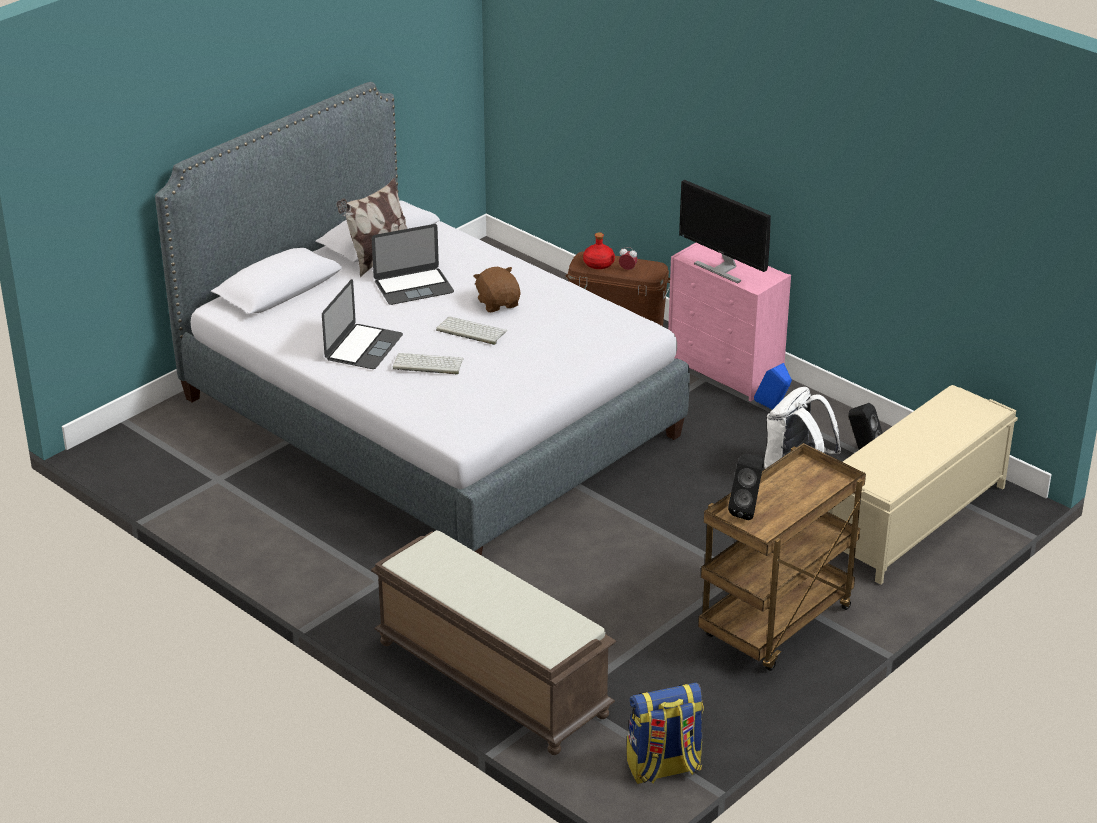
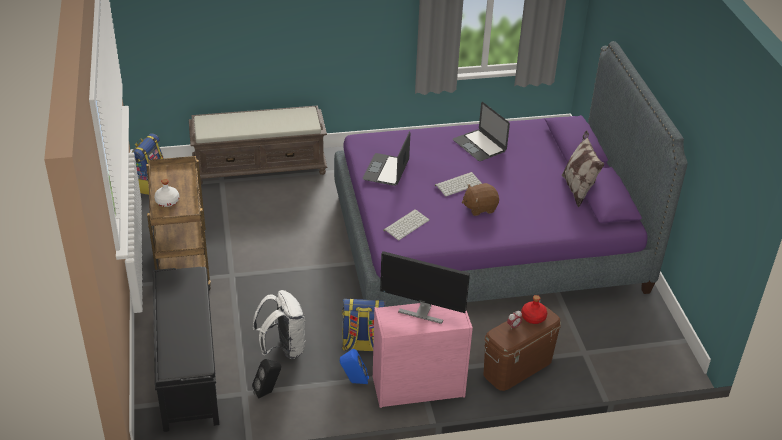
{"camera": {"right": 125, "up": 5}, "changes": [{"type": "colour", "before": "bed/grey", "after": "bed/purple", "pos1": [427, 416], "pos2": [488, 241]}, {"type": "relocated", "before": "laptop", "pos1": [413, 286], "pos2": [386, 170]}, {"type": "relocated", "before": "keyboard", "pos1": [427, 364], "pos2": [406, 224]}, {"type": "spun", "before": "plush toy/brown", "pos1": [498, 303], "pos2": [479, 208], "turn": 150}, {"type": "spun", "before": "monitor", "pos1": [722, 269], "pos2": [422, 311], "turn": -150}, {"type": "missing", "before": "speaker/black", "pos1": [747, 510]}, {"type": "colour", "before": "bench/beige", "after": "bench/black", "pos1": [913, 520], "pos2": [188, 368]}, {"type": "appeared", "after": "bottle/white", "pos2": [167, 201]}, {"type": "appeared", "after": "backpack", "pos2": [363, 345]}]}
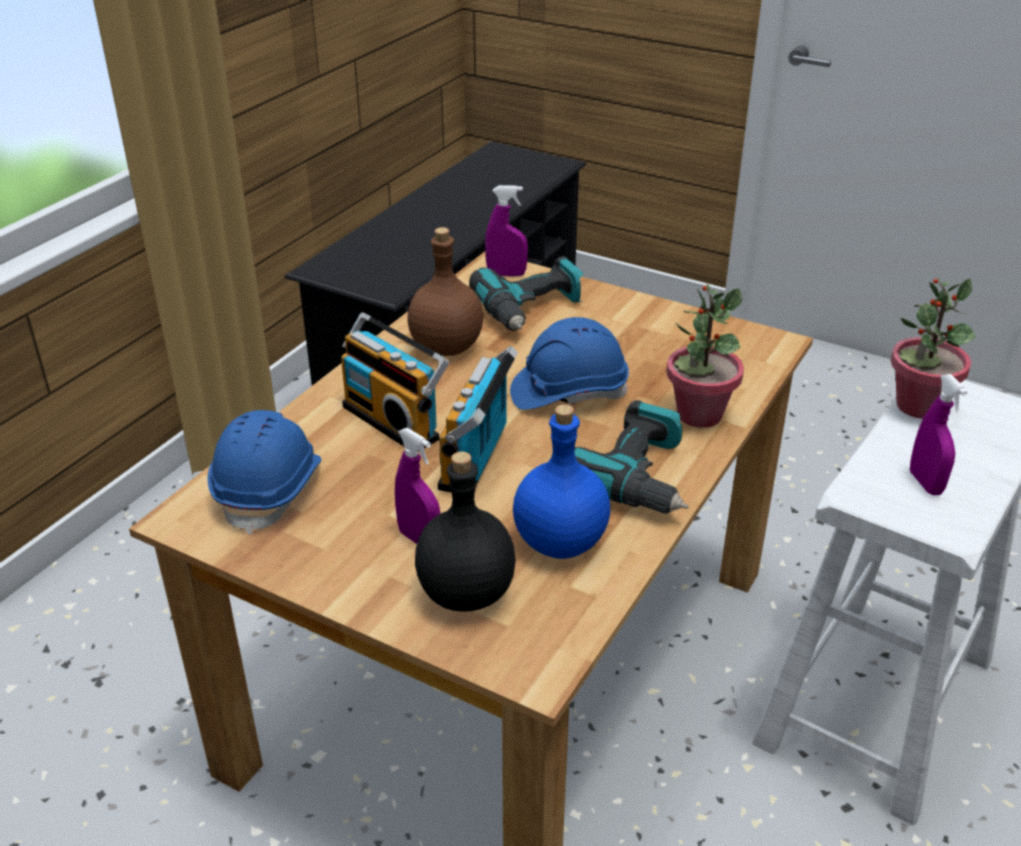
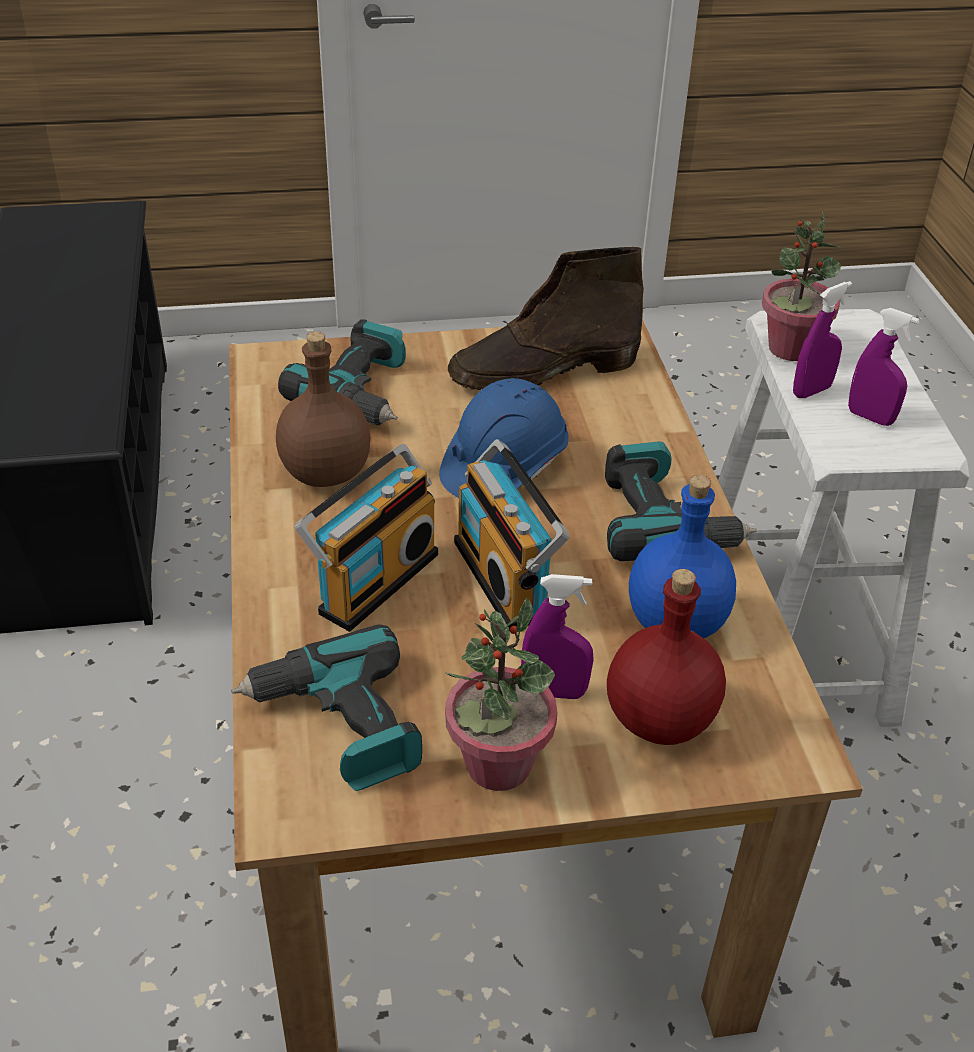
{"camera": {"right": -40, "up": 5}, "changes": [{"type": "exchanged", "before": "hard hat/blue", "after": "power drill", "pos1": [270, 490], "pos2": [340, 726]}, {"type": "spun", "before": "radio", "pos1": [395, 421], "pos2": [374, 580], "turn": -60}, {"type": "colour", "before": "bottle/black", "after": "bottle/red", "pos1": [464, 593], "pos2": [658, 720]}, {"type": "relocated", "before": "spray bottle/purple", "pos1": [506, 274], "pos2": [811, 391]}, {"type": "relocated", "before": "potted plant", "pos1": [698, 414], "pos2": [497, 765]}, {"type": "appeared", "after": "boot/brown", "pos2": [542, 371]}]}
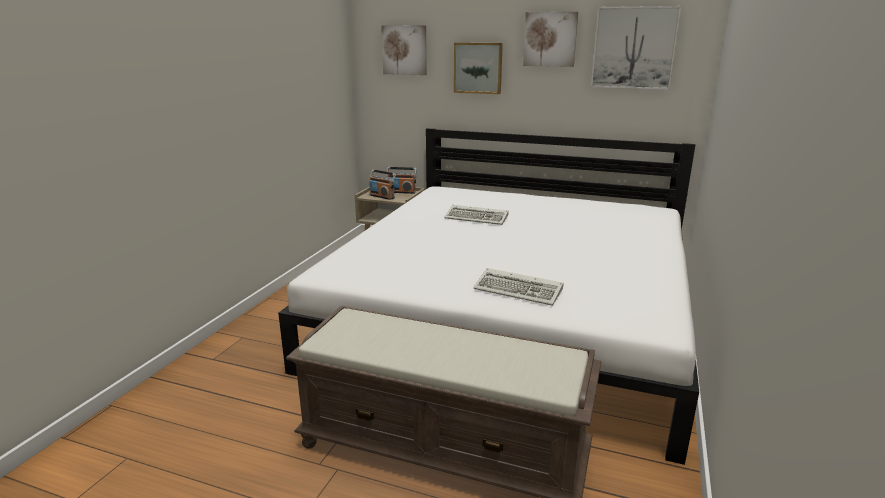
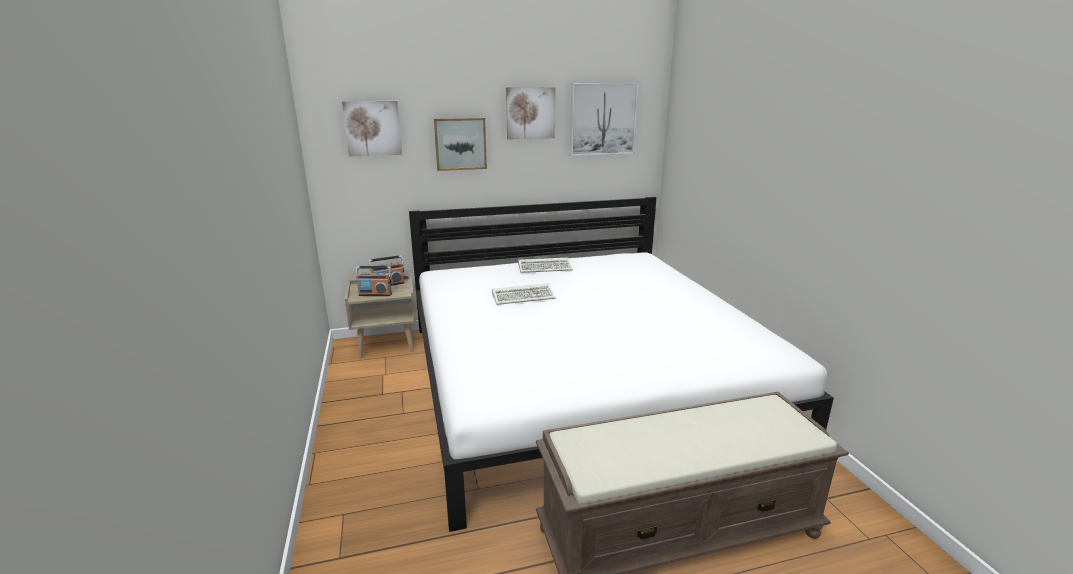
{"camera": {"right": -35, "up": 0}, "changes": [{"type": "relocated", "before": "keyboard", "pos1": [520, 290], "pos2": [546, 267]}]}
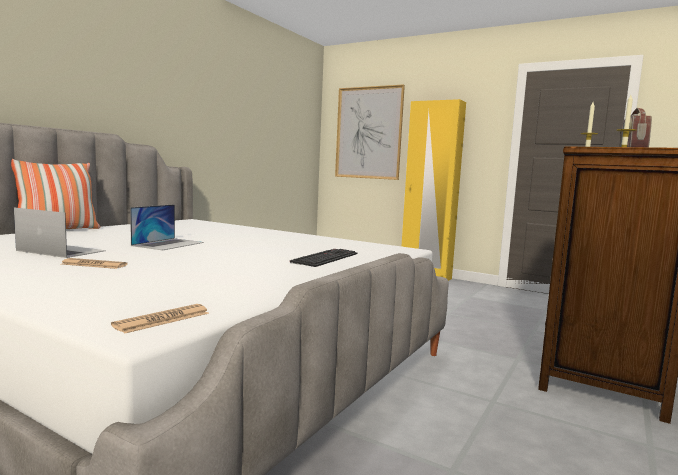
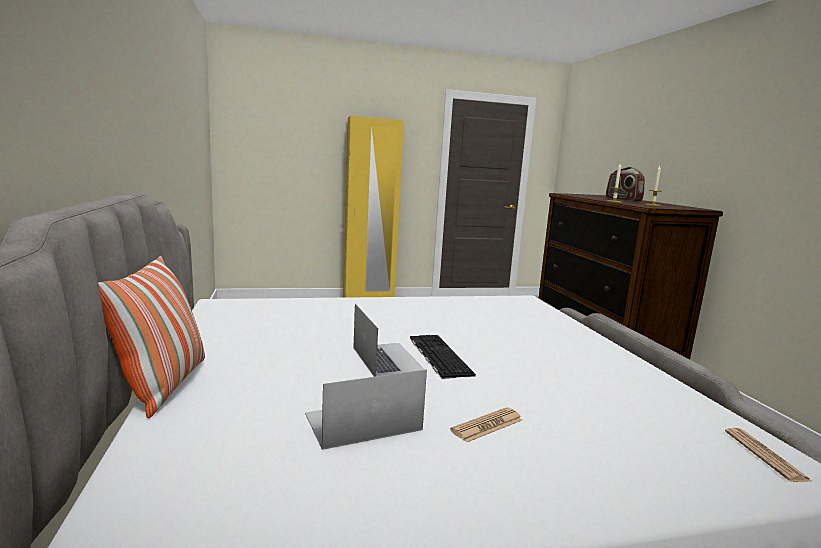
{"camera": {"right": -45, "up": 5}, "changes": [{"type": "relocated", "before": "keyboard", "pos1": [325, 258], "pos2": [437, 355]}, {"type": "missing", "before": "picture", "pos1": [368, 133]}]}
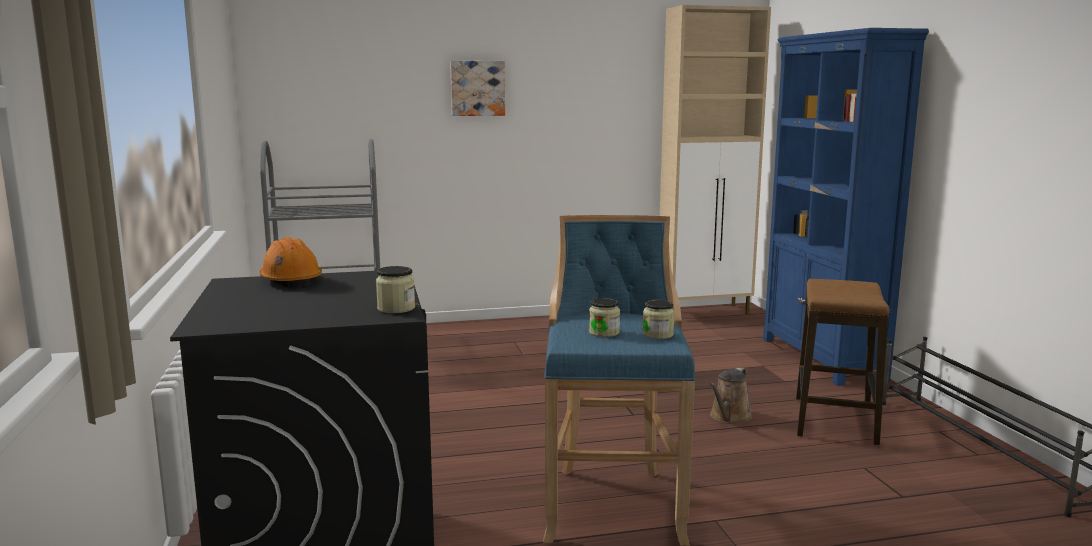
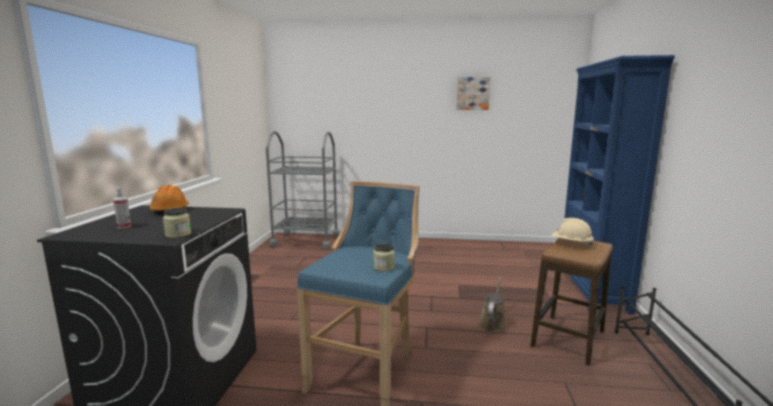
{"camera": {"right": 20, "up": 0}, "changes": [{"type": "relocated", "before": "picture", "pos1": [477, 88], "pos2": [472, 93]}, {"type": "missing", "before": "jar", "pos1": [604, 332]}, {"type": "missing", "before": "cabinet/beige", "pos1": [705, 312]}, {"type": "spun", "before": "watering can/brown", "pos1": [729, 417], "pos2": [492, 323], "turn": 150}, {"type": "appeared", "after": "spray bottle", "pos2": [124, 226]}, {"type": "appeared", "after": "hard hat/beige", "pos2": [571, 243]}]}
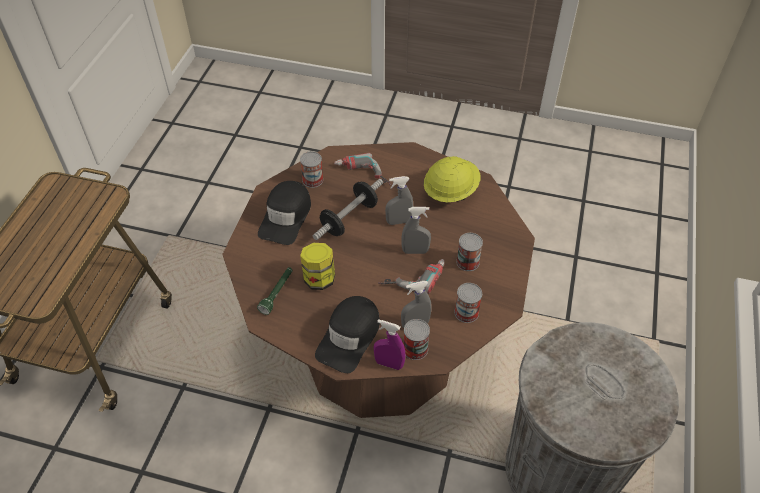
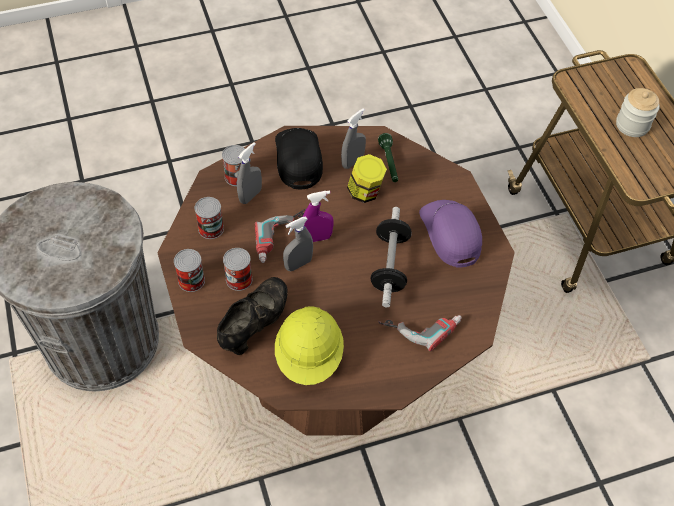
{"camera": {"right": 145, "up": 5}, "changes": [{"type": "colour", "before": "cap/black", "after": "cap/purple", "pos1": [286, 217], "pos2": [450, 234]}, {"type": "relocated", "before": "can", "pos1": [312, 180], "pos2": [191, 280]}, {"type": "relocated", "before": "spray bottle/purple", "pos1": [389, 364], "pos2": [317, 238]}, {"type": "relocated", "before": "spray bottle/grey", "pos1": [398, 221], "pos2": [352, 161]}, {"type": "appeared", "after": "shoe/black", "pos2": [254, 324]}, {"type": "appeared", "after": "jar", "pos2": [632, 125]}]}
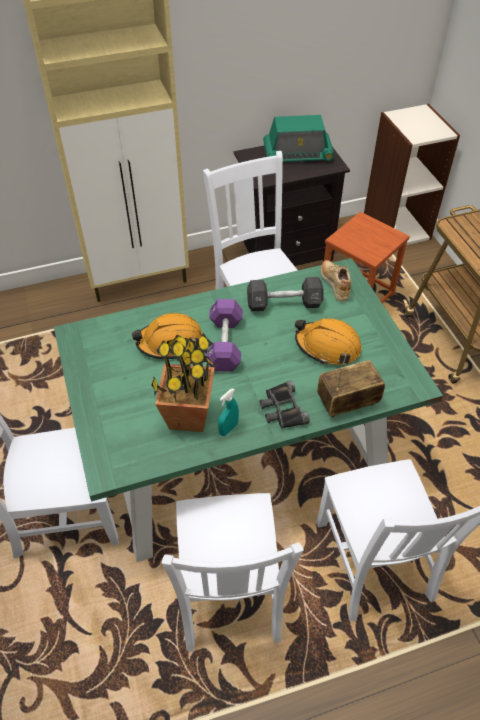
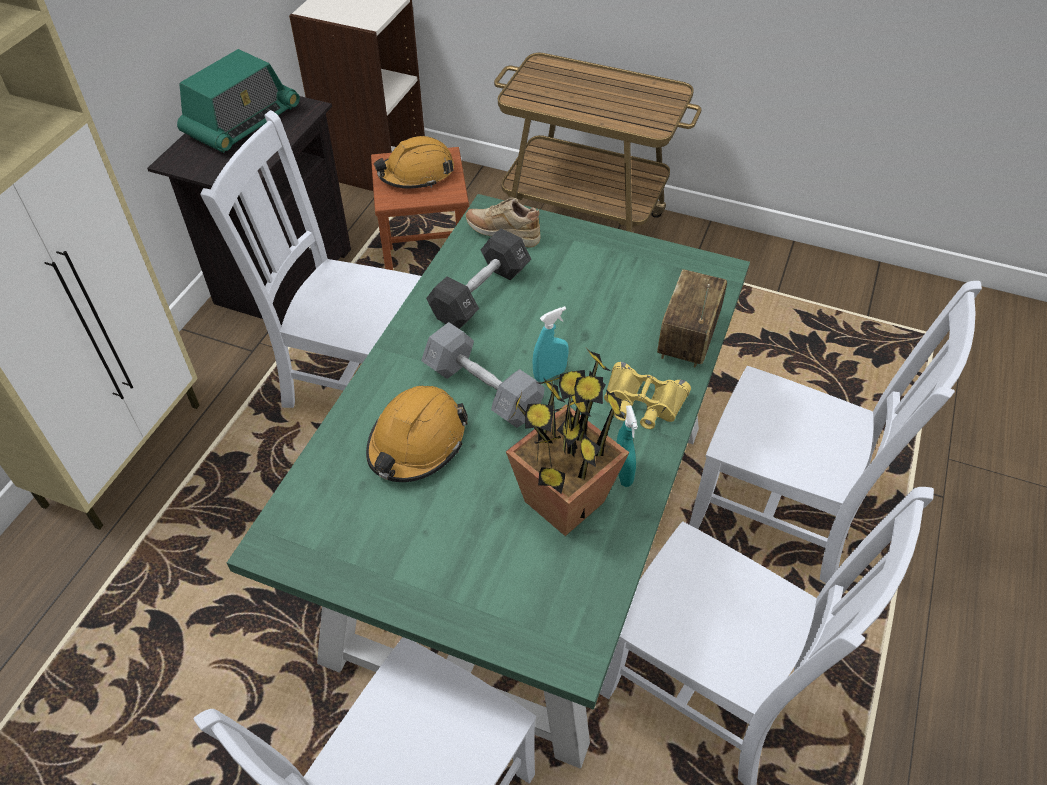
{"camera": {"right": -50, "up": 0}, "changes": [{"type": "colour", "before": "dumbbell/purple", "after": "dumbbell/grey", "pos1": [225, 344], "pos2": [483, 389]}, {"type": "colour", "before": "binoculars/black", "after": "binoculars/yellow", "pos1": [282, 409], "pos2": [642, 402]}, {"type": "relocated", "before": "hard hat/orange", "pos1": [327, 347], "pos2": [416, 174]}, {"type": "appeared", "after": "spray bottle/turquoise", "pos2": [550, 374]}]}
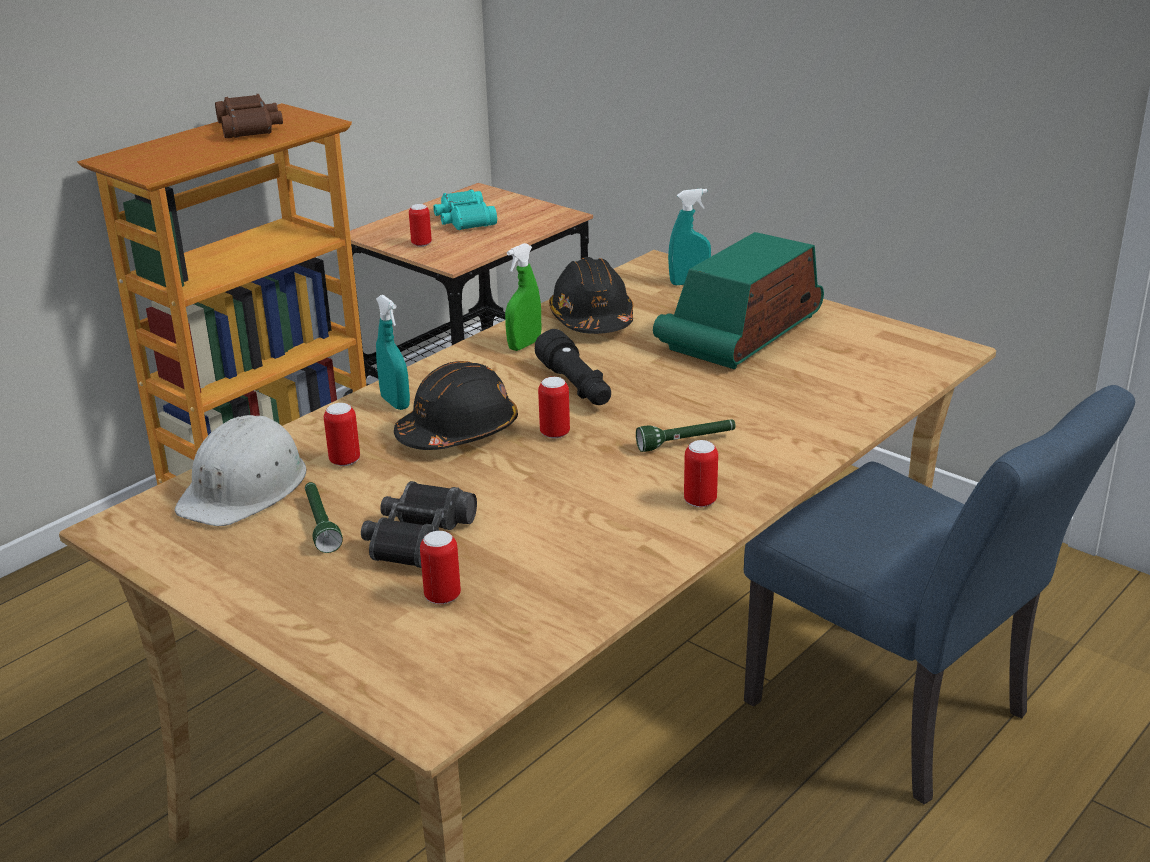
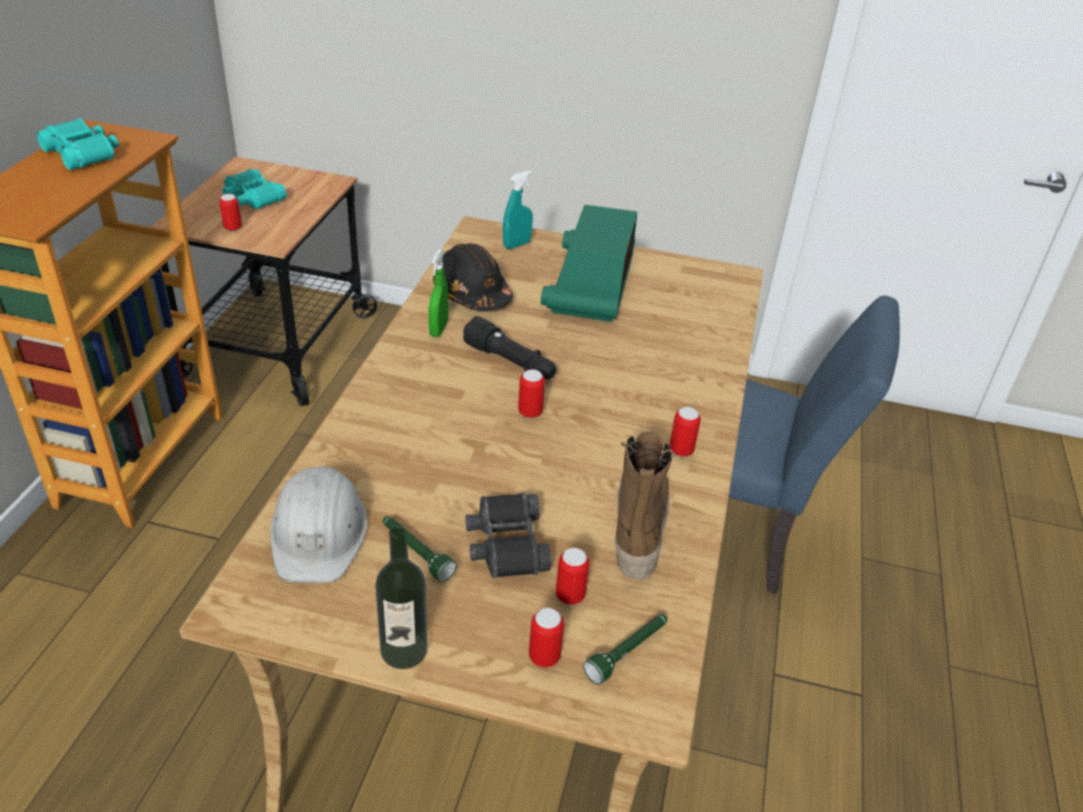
{"camera": {"right": -30, "up": 10}, "changes": [{"type": "colour", "before": "binoculars/brown", "after": "binoculars/turquoise", "pos1": [250, 128], "pos2": [83, 153]}, {"type": "relocated", "before": "can", "pos1": [345, 461], "pos2": [544, 657]}, {"type": "missing", "before": "spray bottle/turquoise", "pos1": [395, 403]}, {"type": "missing", "before": "hard hat/black", "pos1": [458, 432]}, {"type": "relocated", "before": "flashlight/green", "pos1": [686, 443], "pos2": [627, 652]}, {"type": "appeared", "after": "bottle", "pos2": [404, 650]}, {"type": "appeared", "after": "boot", "pos2": [637, 527]}]}
